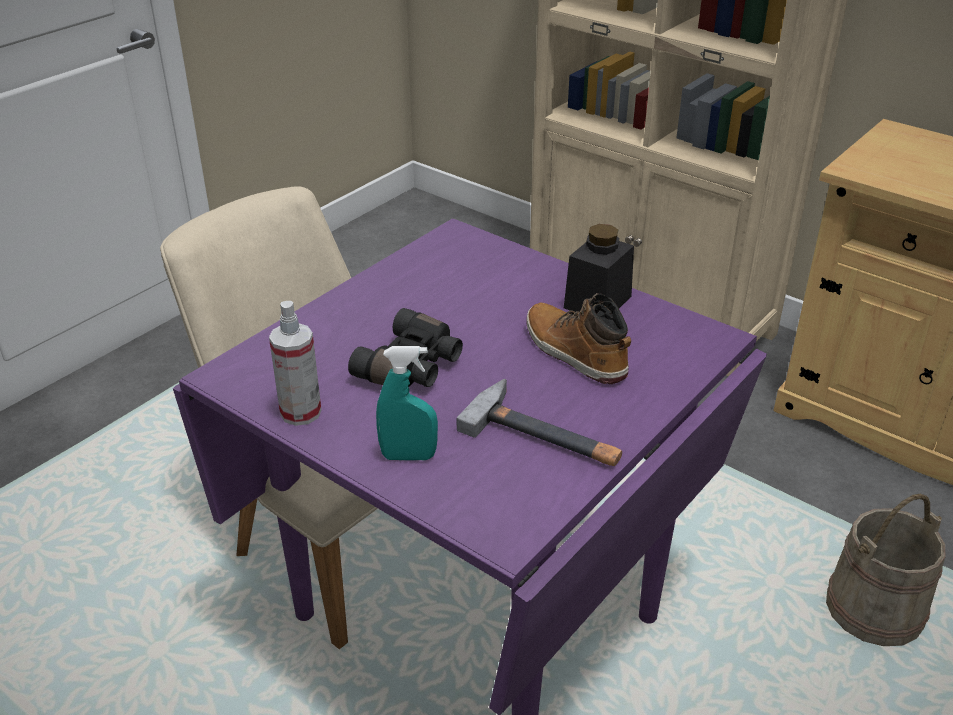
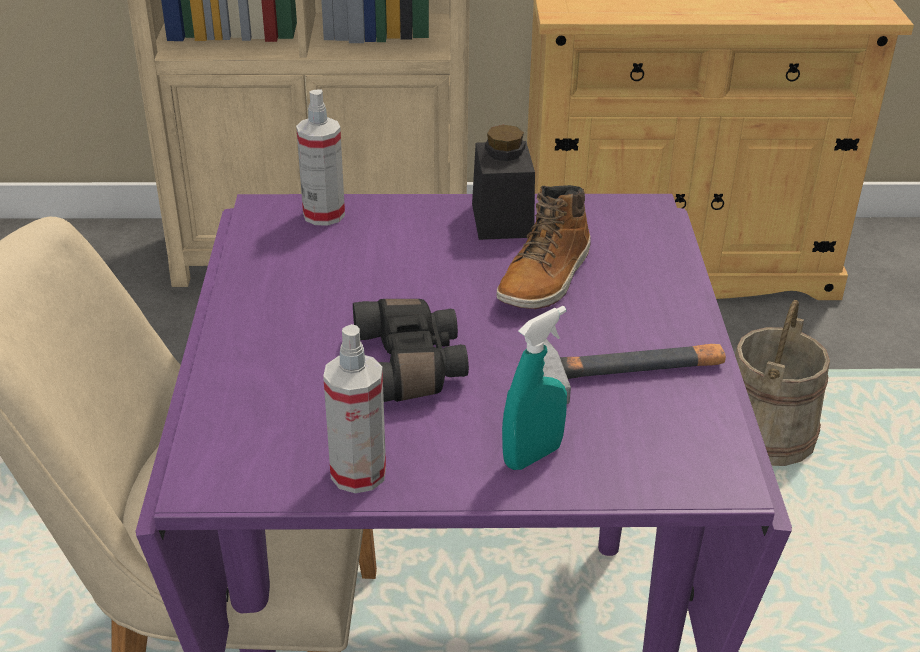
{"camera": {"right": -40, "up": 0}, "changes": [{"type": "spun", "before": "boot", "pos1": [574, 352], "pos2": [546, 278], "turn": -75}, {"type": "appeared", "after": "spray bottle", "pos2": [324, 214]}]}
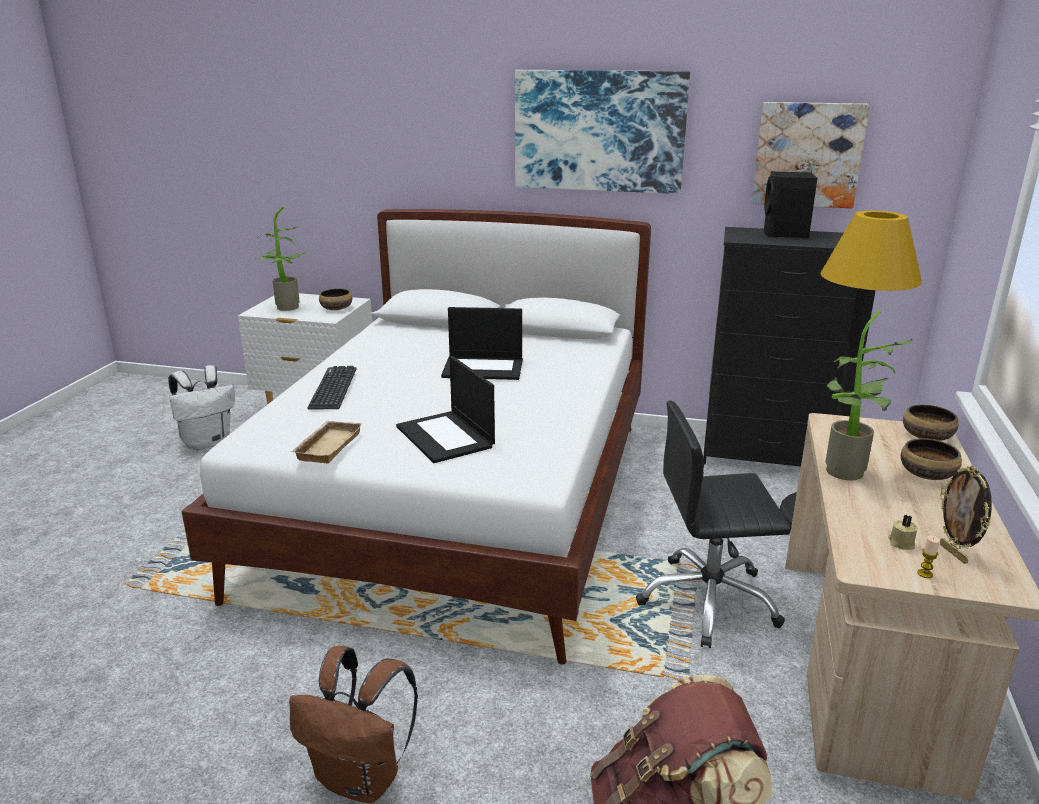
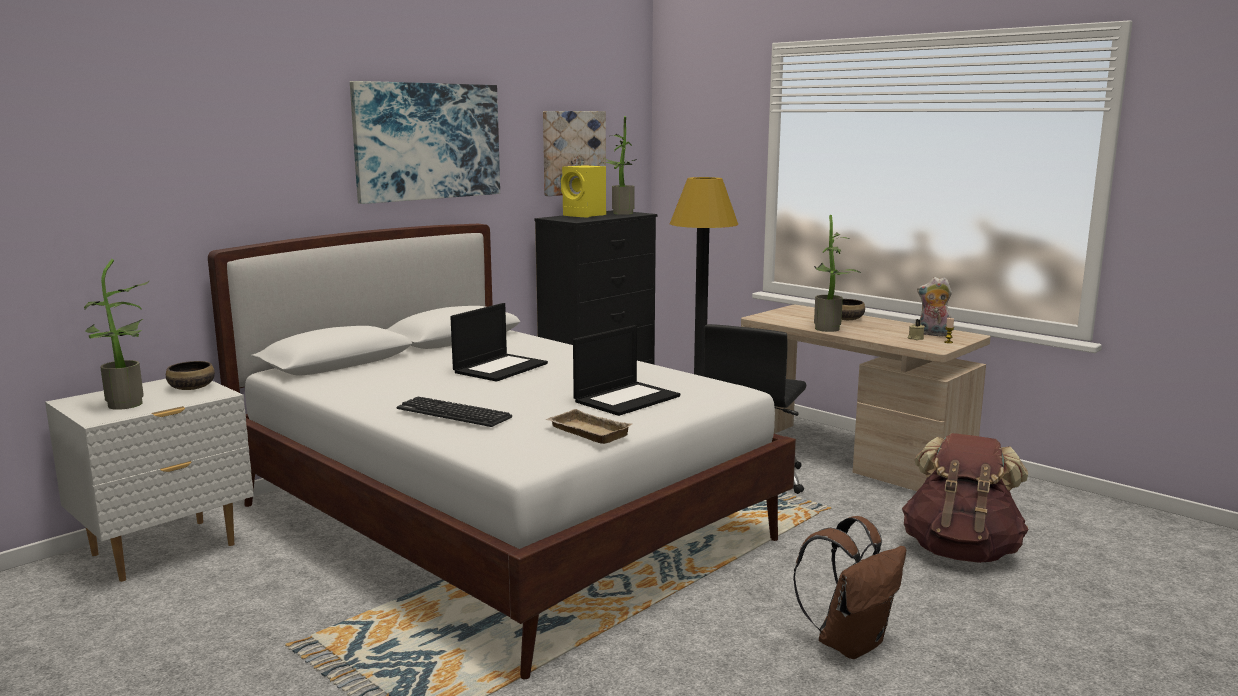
{"camera": {"right": -60, "up": -10}, "changes": [{"type": "missing", "before": "backpack/white", "pos1": [207, 442]}, {"type": "spun", "before": "laptop", "pos1": [446, 437], "pos2": [627, 398], "turn": -45}, {"type": "colour", "before": "speaker/black", "after": "speaker/yellow", "pos1": [785, 234], "pos2": [585, 215]}, {"type": "missing", "before": "bowl", "pos1": [926, 436]}, {"type": "exchanged", "before": "picture frame", "after": "plush toy", "pos1": [954, 553], "pos2": [933, 334]}, {"type": "appeared", "after": "potted plant", "pos2": [619, 213]}]}
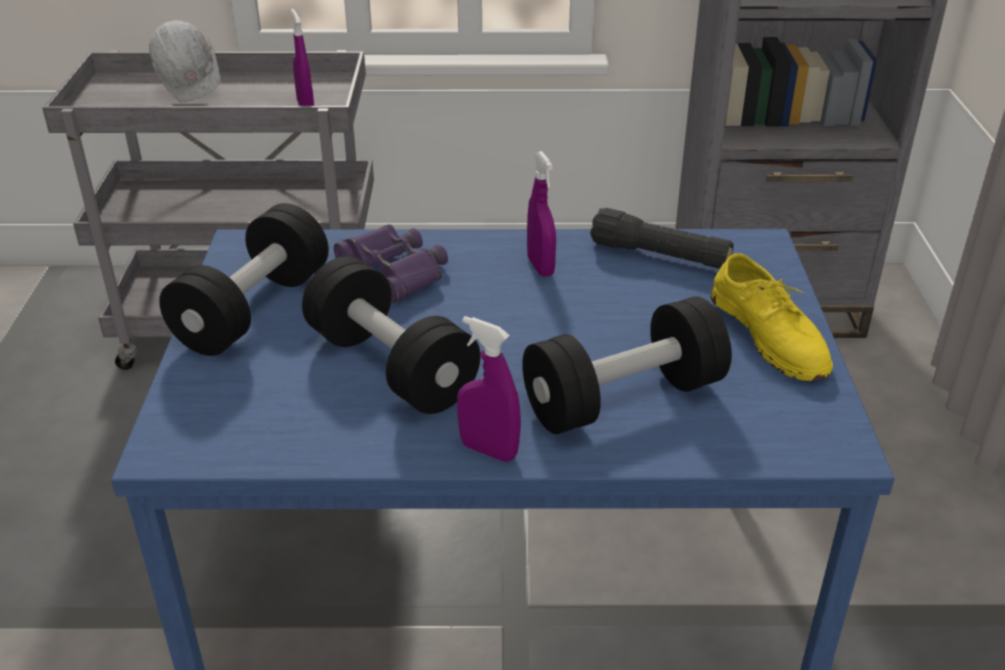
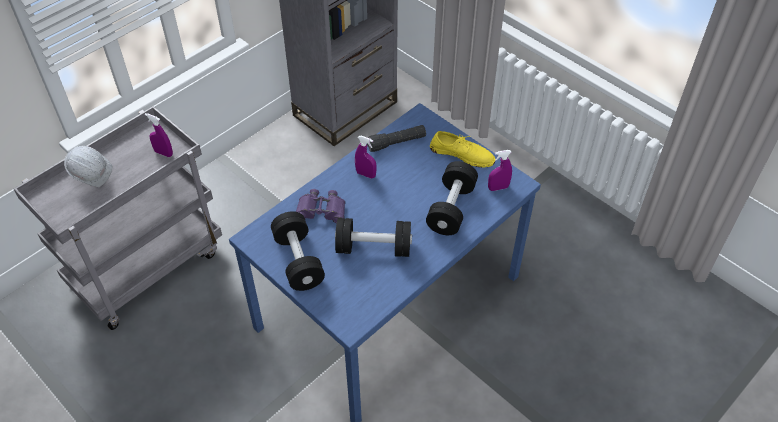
{"camera": {"right": -45, "up": 15}, "changes": [{"type": "relocated", "before": "spray bottle/purple", "pos1": [488, 450], "pos2": [498, 188]}]}
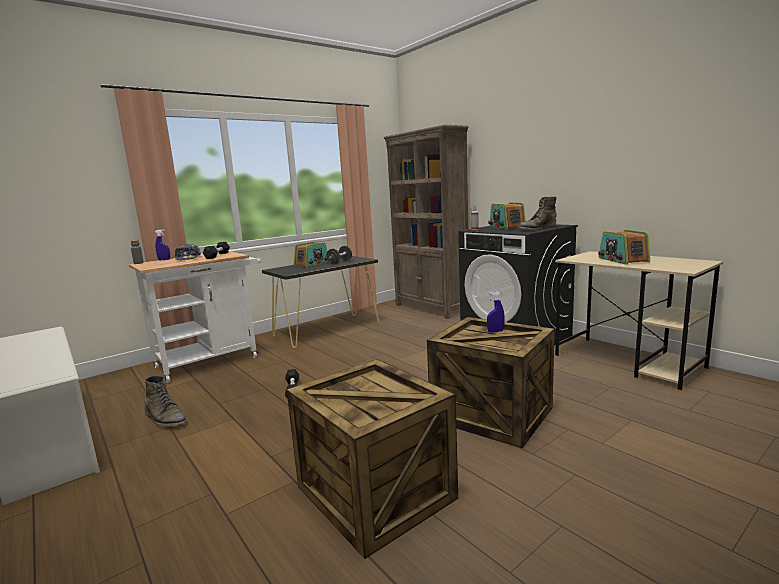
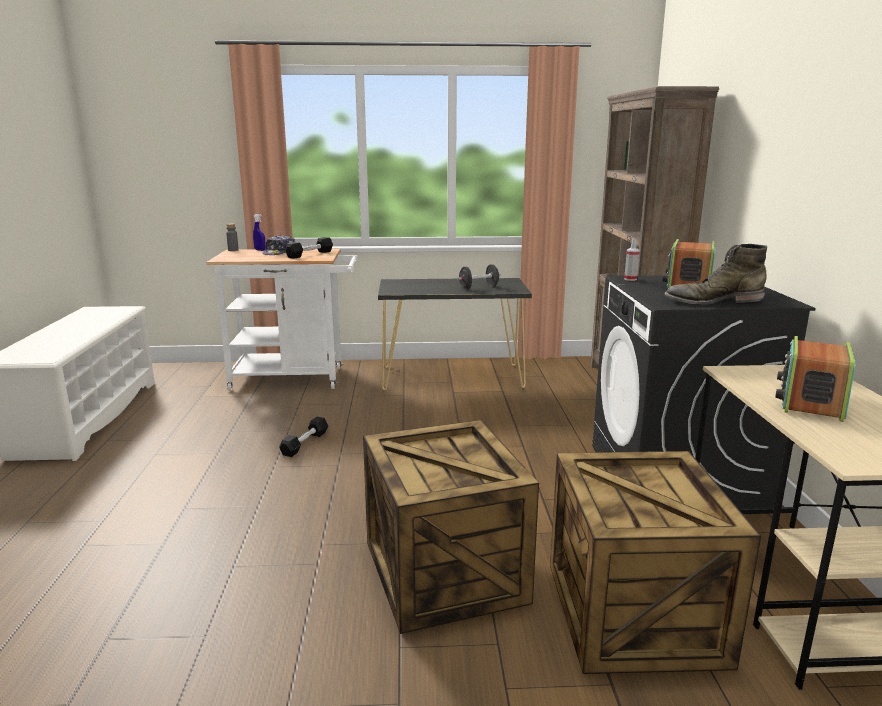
{"camera": {"right": 35, "up": 5}, "changes": [{"type": "missing", "before": "boot/green", "pos1": [165, 418]}, {"type": "relocated", "before": "crate", "pos1": [377, 491], "pos2": [636, 613]}, {"type": "missing", "before": "radio", "pos1": [312, 264]}, {"type": "missing", "before": "spray bottle/blue", "pos1": [495, 331]}]}
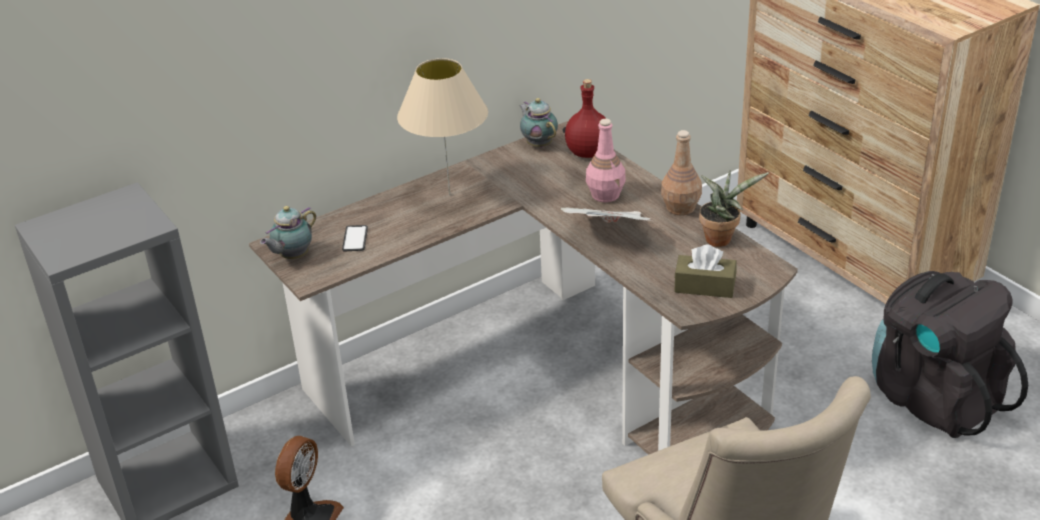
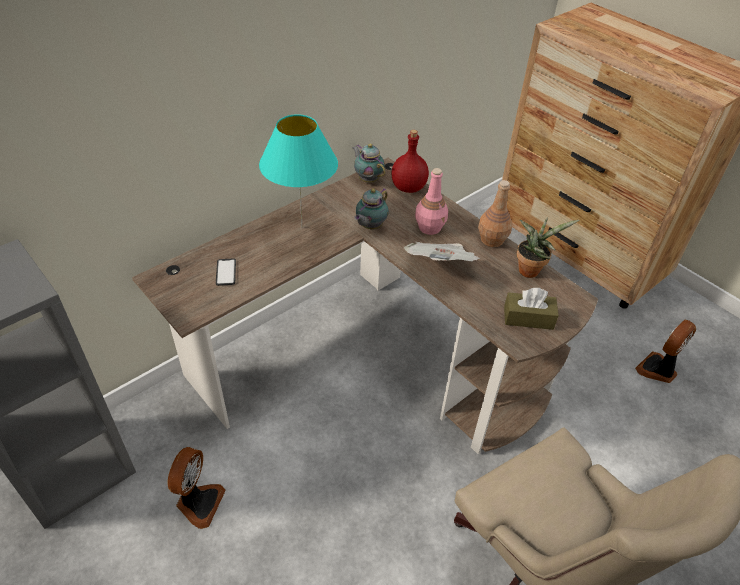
{"camera": {"right": -10, "up": 10}, "changes": [{"type": "relocated", "before": "teapot", "pos1": [292, 257], "pos2": [370, 227]}, {"type": "colour", "before": "table lamp/beige", "after": "table lamp/turquoise", "pos1": [450, 194], "pos2": [302, 227]}, {"type": "exchanged", "before": "backpack/black", "after": "fan", "pos1": [934, 397], "pos2": [658, 370]}]}
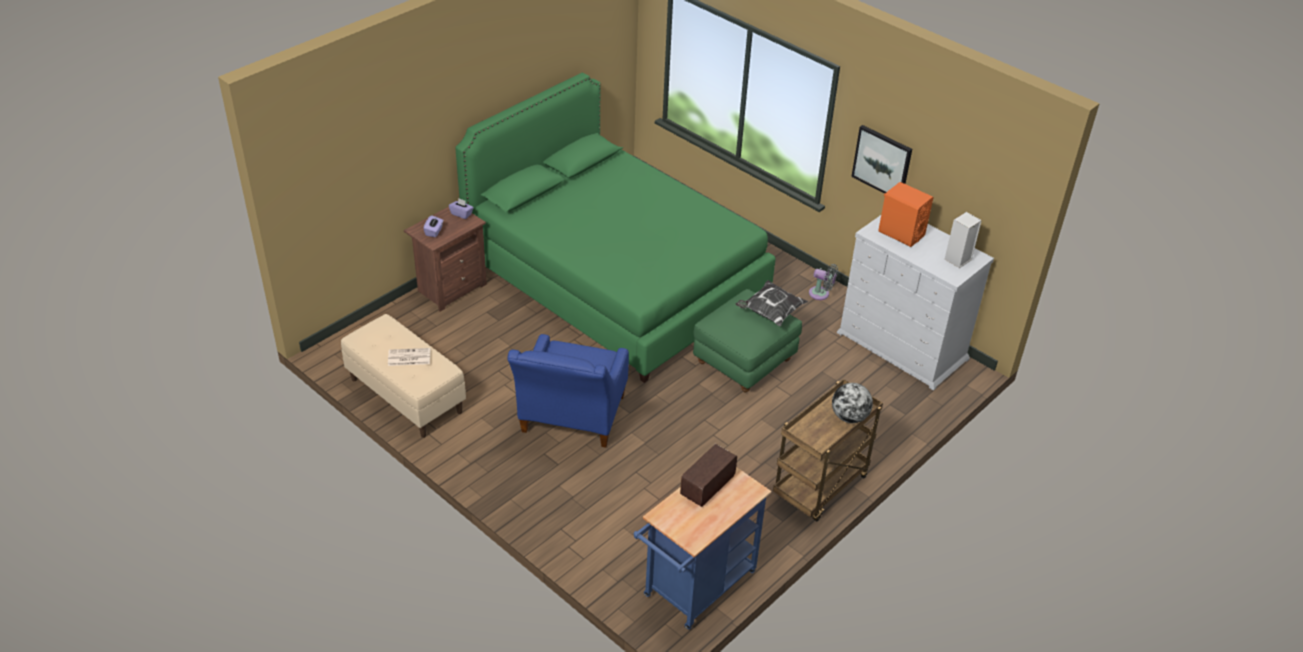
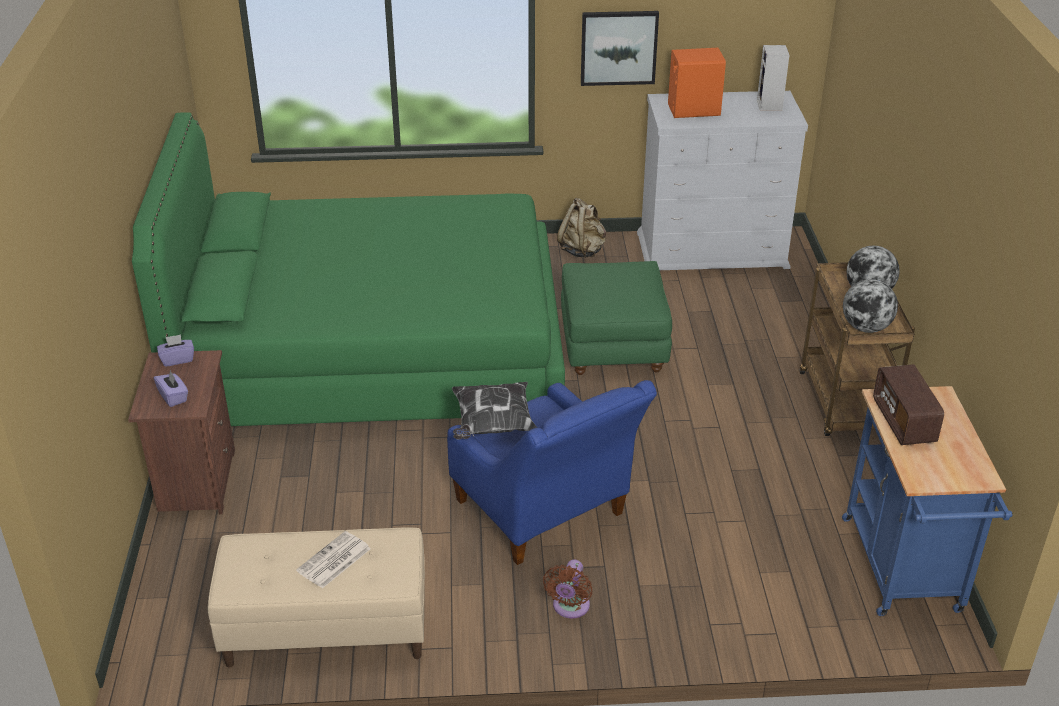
{"camera": {"right": -45, "up": -5}, "changes": [{"type": "relocated", "before": "pillow", "pos1": [770, 312], "pos2": [492, 425]}, {"type": "exchanged", "before": "fan/grey", "after": "backpack/beige", "pos1": [821, 294], "pos2": [582, 250]}, {"type": "appeared", "after": "fan/brown", "pos2": [570, 607]}, {"type": "appeared", "after": "globe", "pos2": [865, 327]}]}
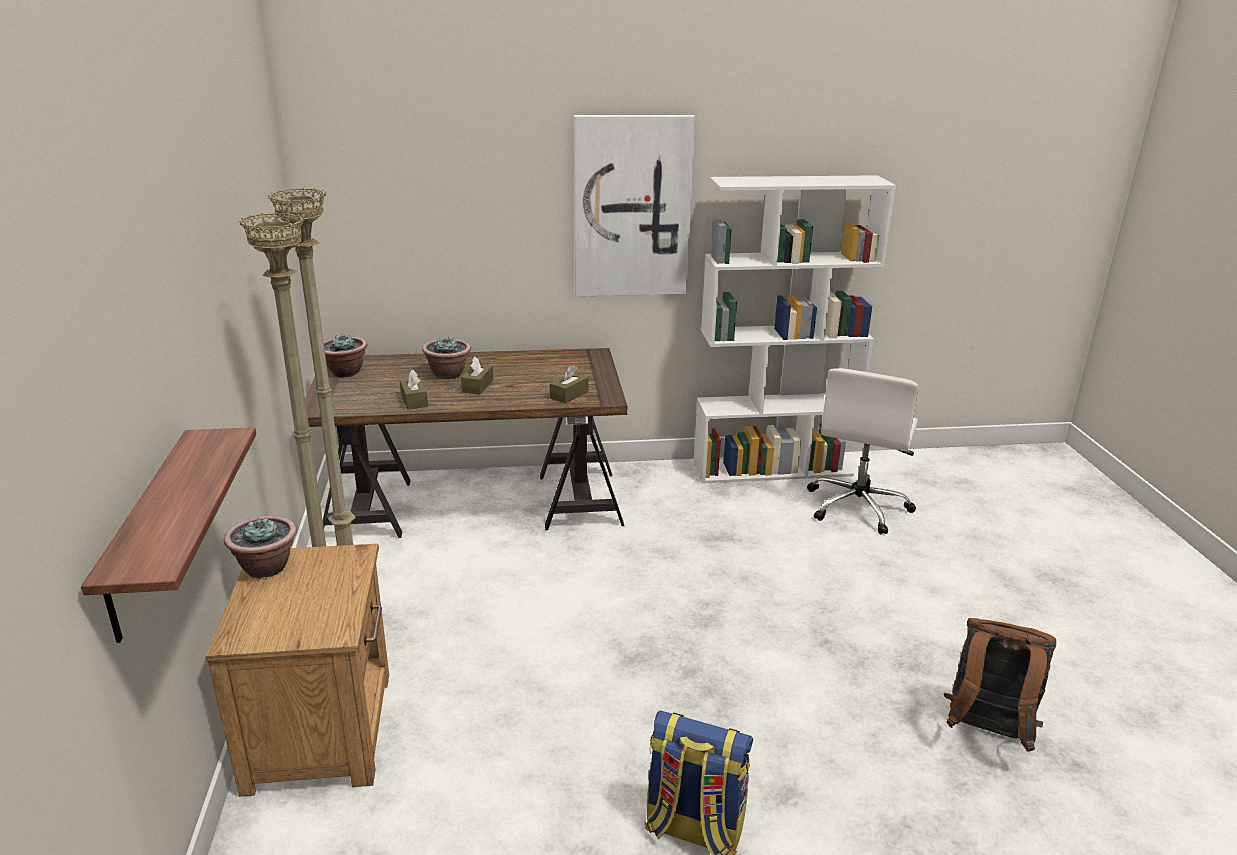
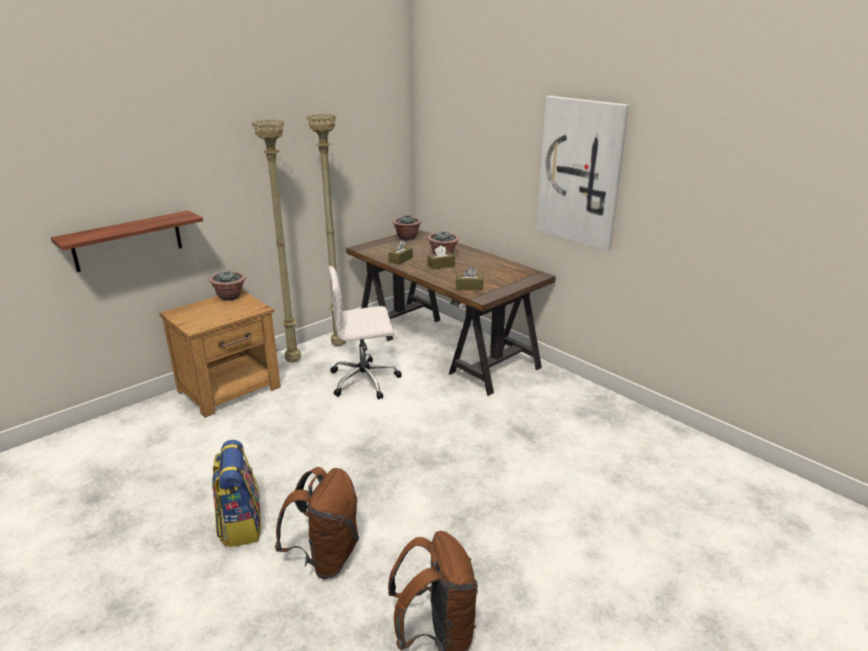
{"camera": {"right": 55, "up": 0}, "changes": [{"type": "missing", "before": "bookcase/white", "pos1": [773, 468]}, {"type": "relocated", "before": "office chair/white", "pos1": [858, 506], "pos2": [365, 380]}, {"type": "appeared", "after": "backpack/brown", "pos2": [325, 557]}]}
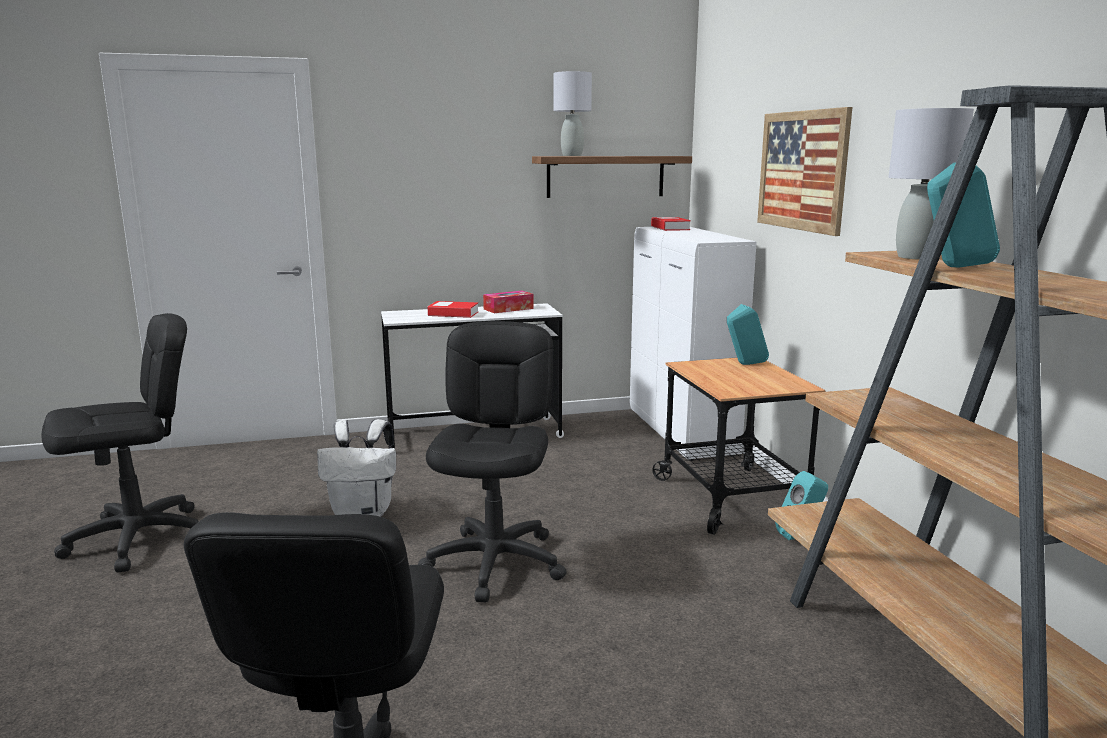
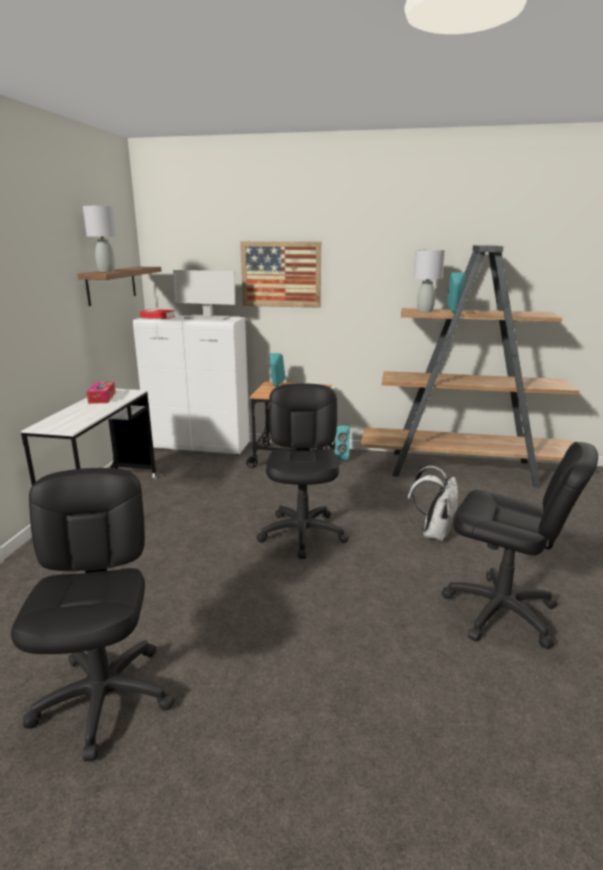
{"camera": {"right": -65, "up": 5}, "changes": [{"type": "relocated", "before": "backpack/white", "pos1": [364, 514], "pos2": [433, 533]}, {"type": "spun", "before": "office chair/black", "pos1": [495, 563], "pos2": [303, 533], "turn": 60}, {"type": "missing", "before": "book", "pos1": [453, 314]}, {"type": "appeared", "after": "monitor", "pos2": [207, 318]}]}
